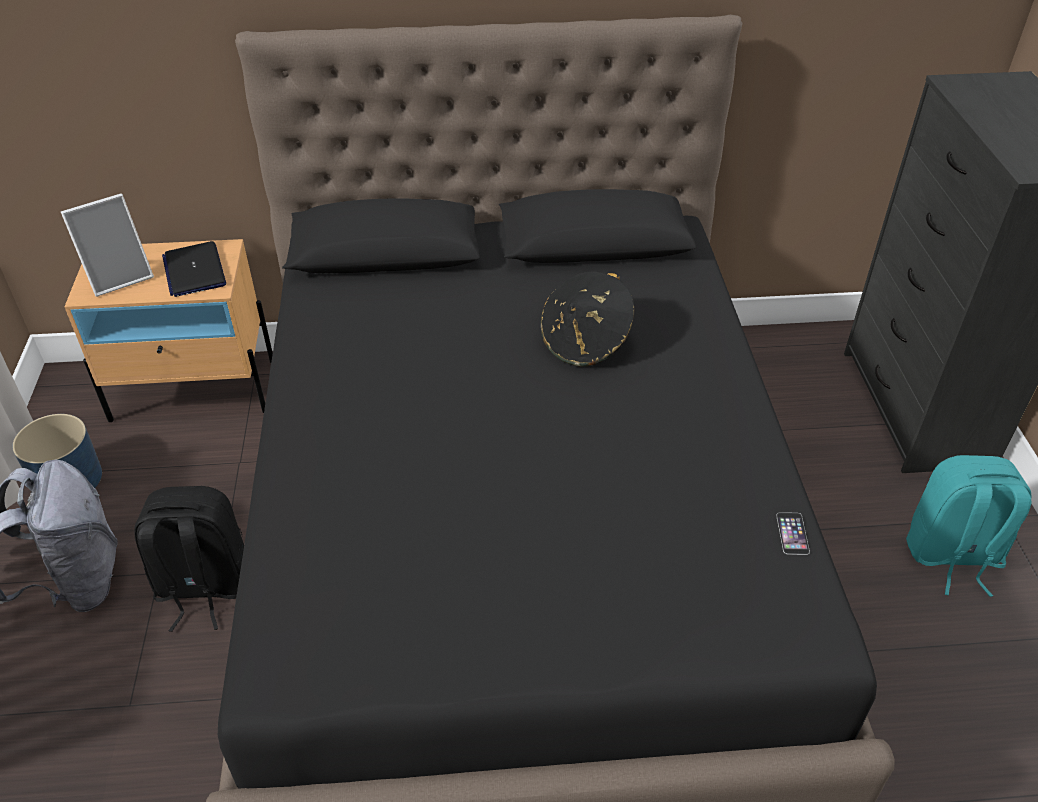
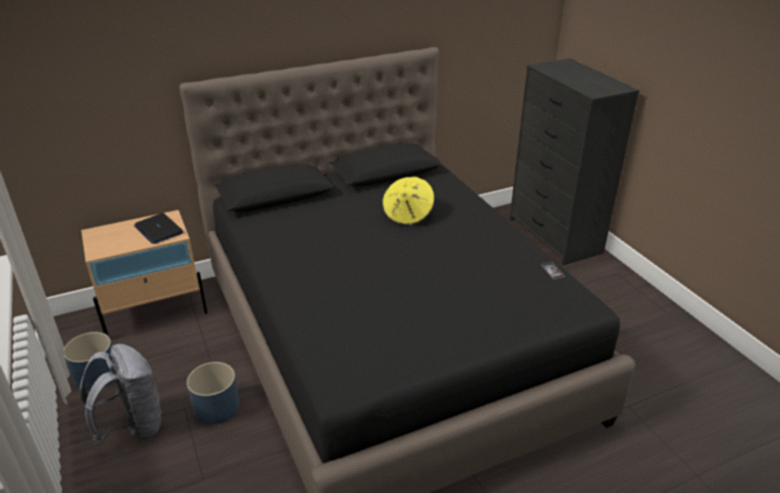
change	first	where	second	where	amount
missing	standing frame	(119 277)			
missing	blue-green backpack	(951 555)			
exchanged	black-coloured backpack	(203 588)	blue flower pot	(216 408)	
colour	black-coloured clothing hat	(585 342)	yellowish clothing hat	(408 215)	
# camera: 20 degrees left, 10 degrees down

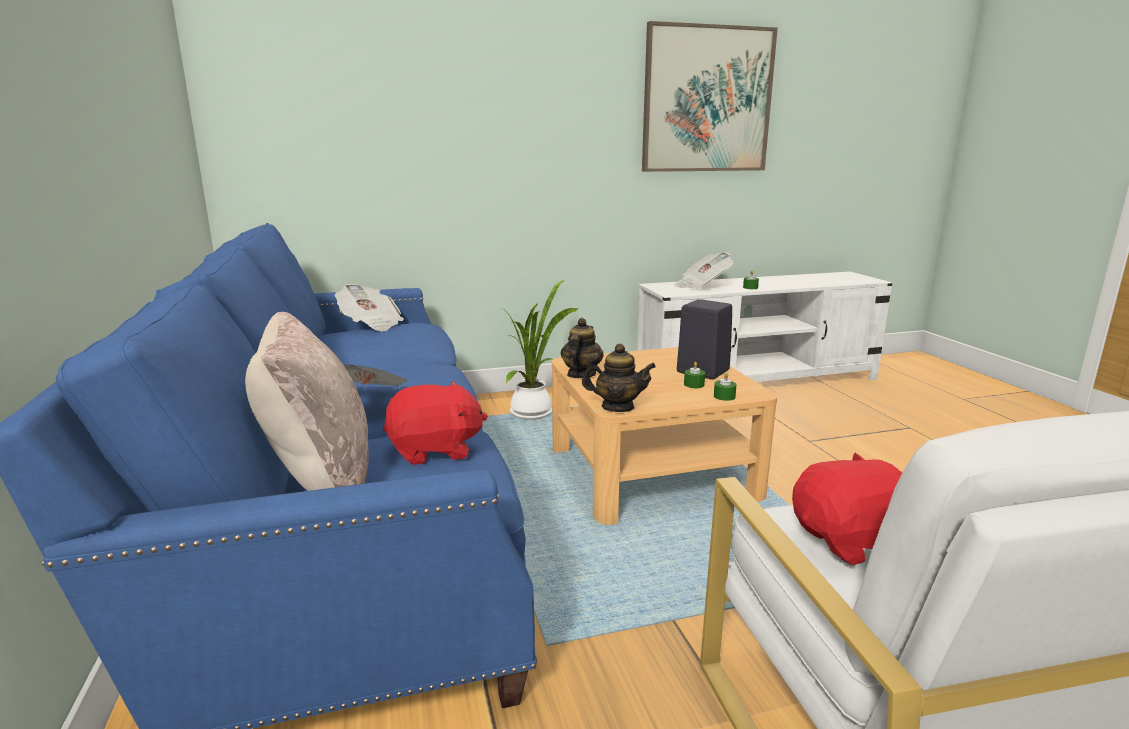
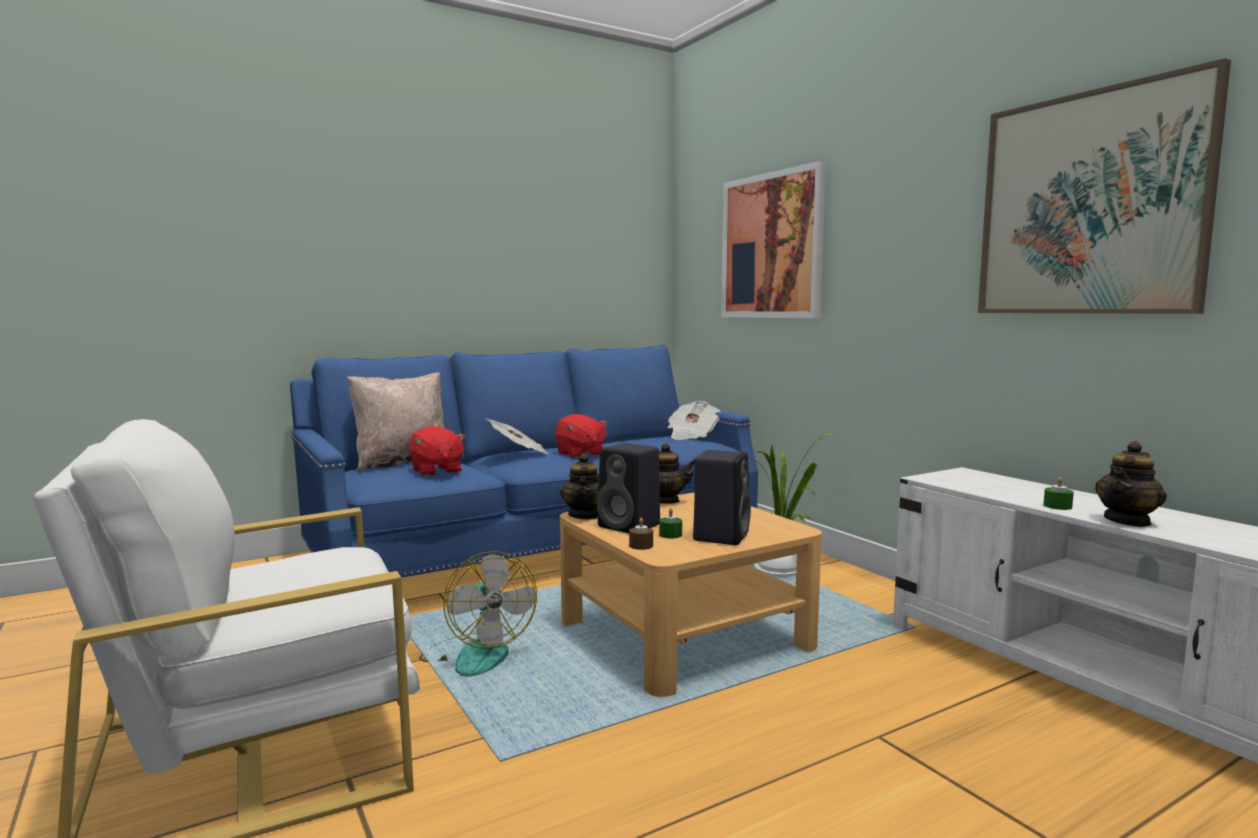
change	first	where	second	where	amount
missing	printed paper	(702 286)			
appeared			electric fan	(476 654)	
appeared			black-coloured audio speaker	(631 526)	
appeared			wall picture	(771 246)	
appeared			teapot	(1128 521)	
relocated	red-coloured cuddly toy	(851 541)		(580 454)	
colour	greenish wax candle	(724 396)	brown wax candle	(641 545)	
# camera: 75 degrees right, 10 degrees down

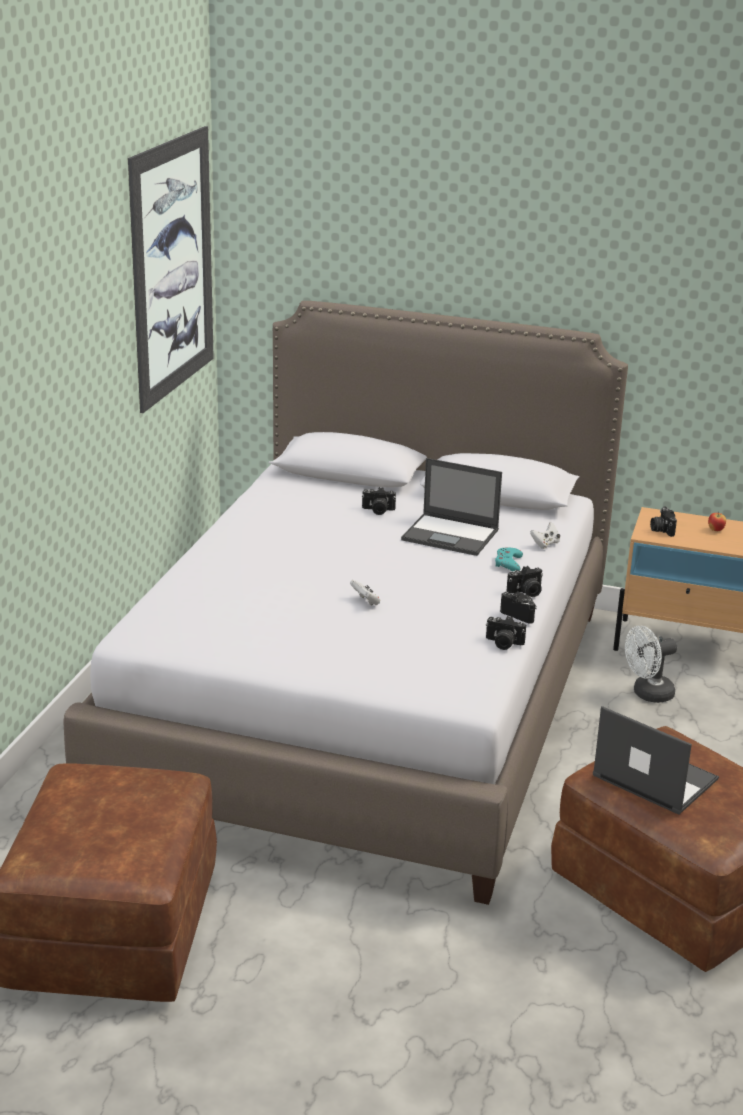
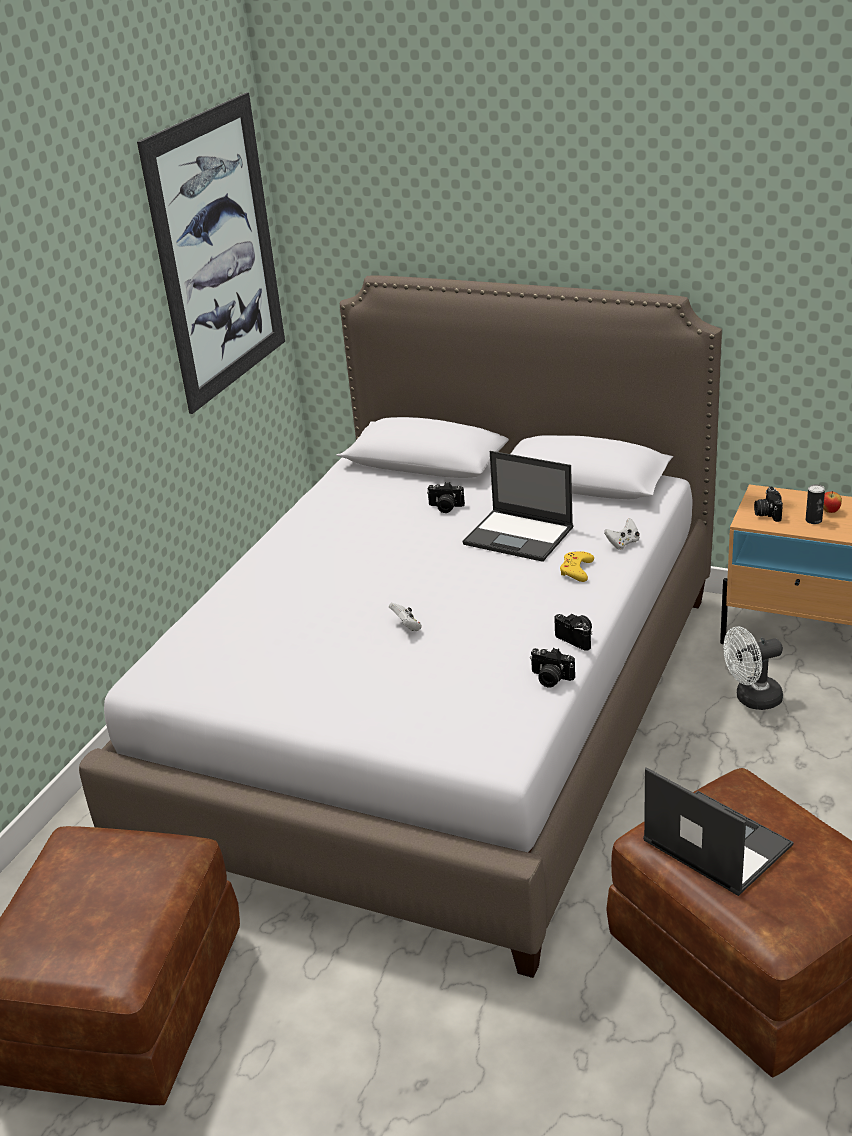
change	first	where	second	where	amount
missing	still camera	(526 592)			
appeared			sealed can	(813 520)	
colour	blue-green gamepad	(508 563)	yellowish gamepad	(576 570)	
# camera: 10 degrees right, 5 degrees up

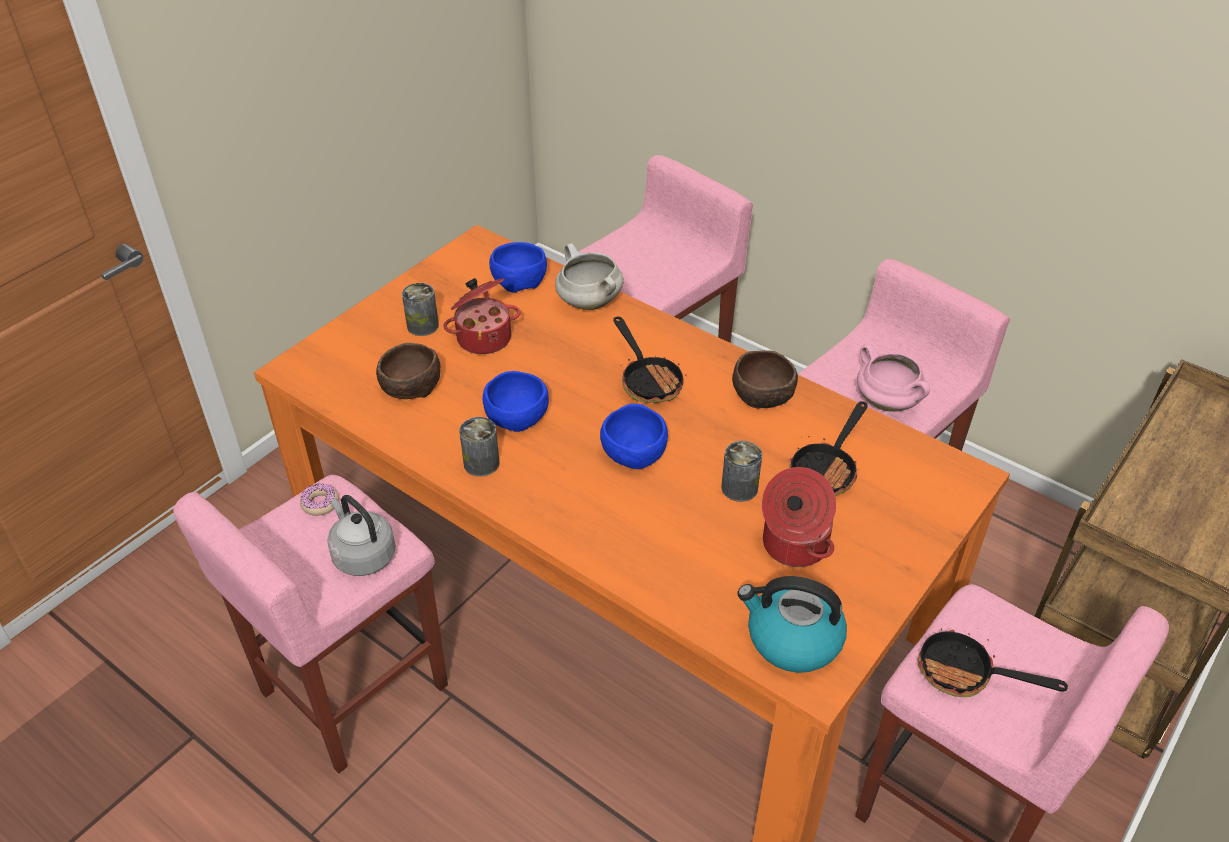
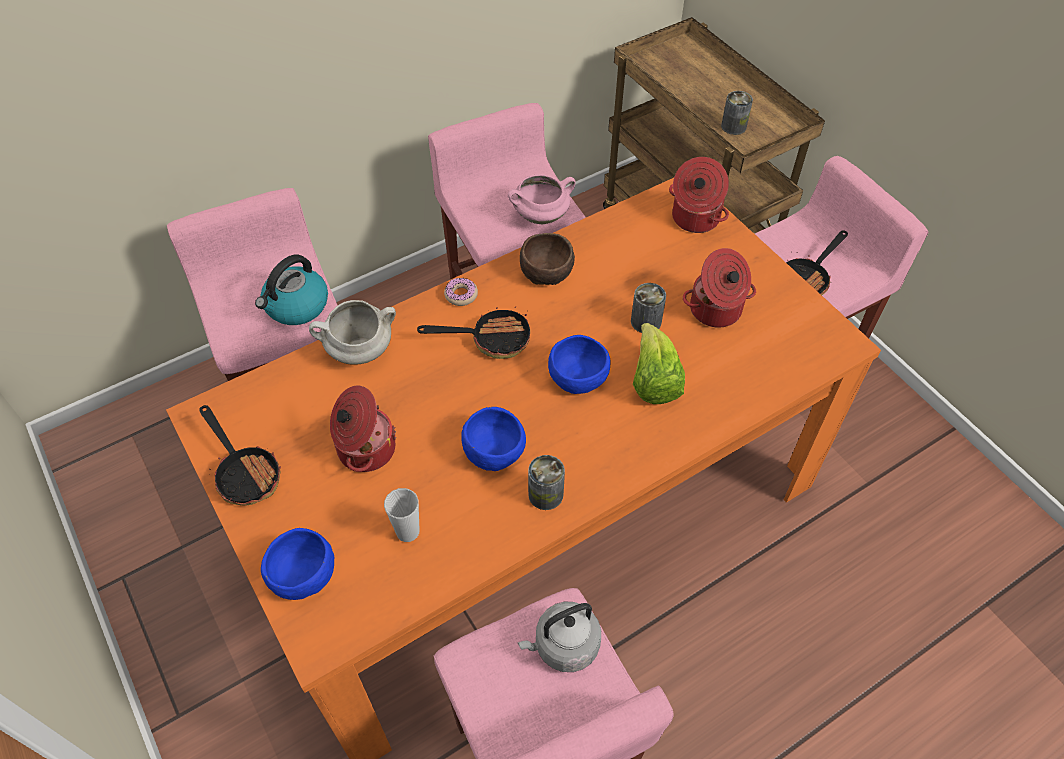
change	first	where	second	where	amount
appeared			lettuce head	(653 381)	
appeared			saucepot	(694 218)	
relocated	ring doughnut	(320 503)		(461 295)	
relocated	sealed can	(423 326)		(733 126)	
relocated	blue deep dish	(518 280)		(301 575)	
relocated	kettle	(792 639)		(296 306)	
relocated	pan	(827 469)		(245 472)	
exchanged	brown deep dish	(409 387)	cup	(408 532)	
# camera: 70 degrees left, 10 degrees up

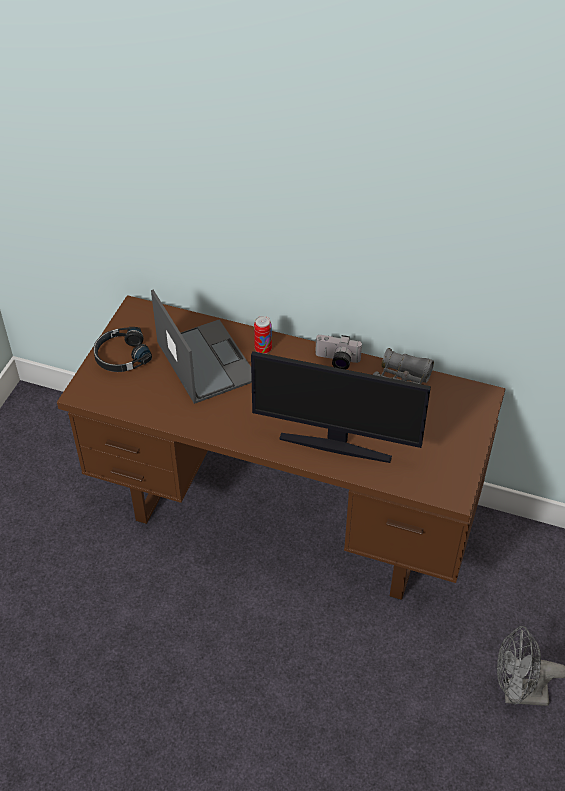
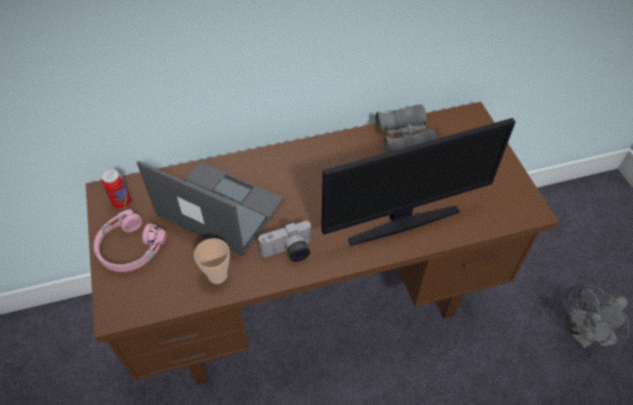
change	first	where	second	where	amount
appeared			cup	(217 275)	
relocated	sealed can	(263 349)		(122 202)	
relocated	still camera	(336 361)		(288 252)	
colour	black-coloured pair of headphones	(121 356)	pink pair of headphones	(129 248)	
# camera: 35 degrees left, 5 degrees up

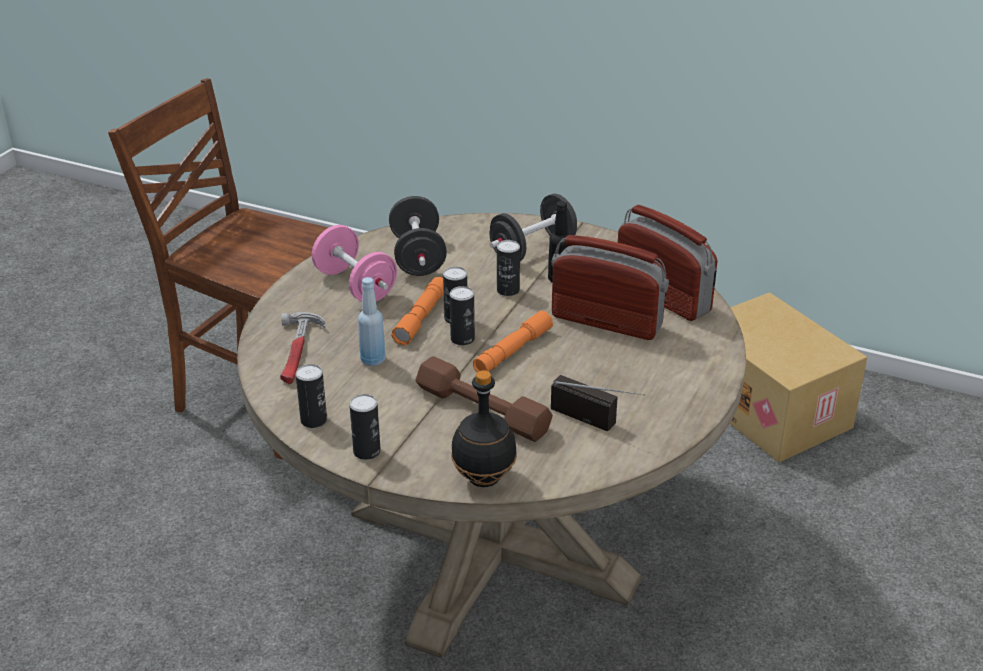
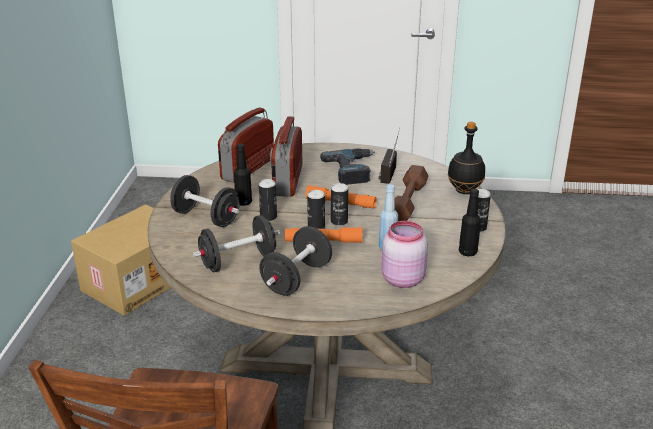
change	first	where	second	where	amount
appeared			electric drill	(353 170)	
exchanged	tool hammer	(298 352)	pink storage jar	(401 279)	
exchanged	sealed can	(313 420)	black-coloured bottle	(467 252)	
colour	pink free weight	(355 286)	black-coloured free weight	(296 278)	
# camera: 110 degrees left, 5 degrees down

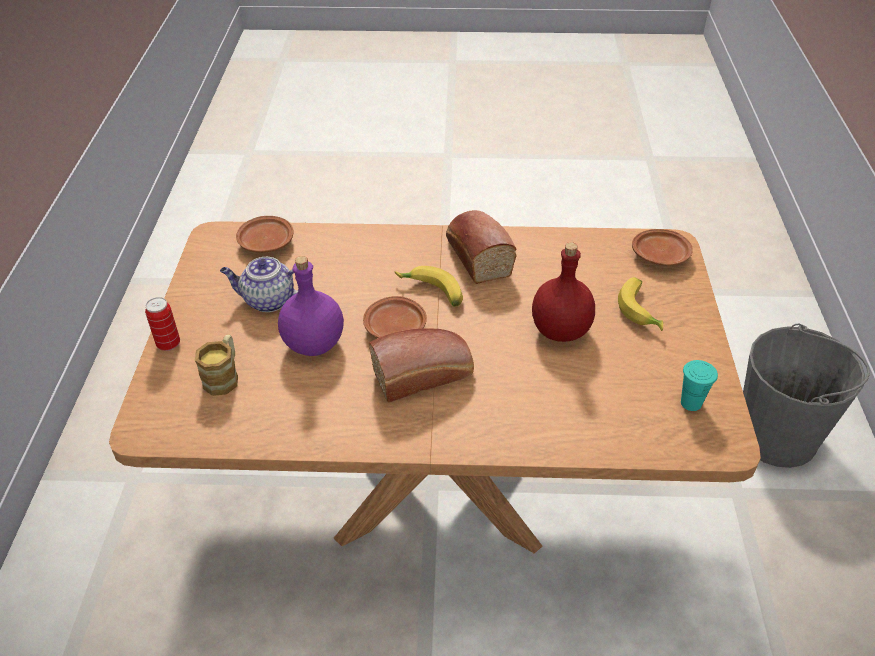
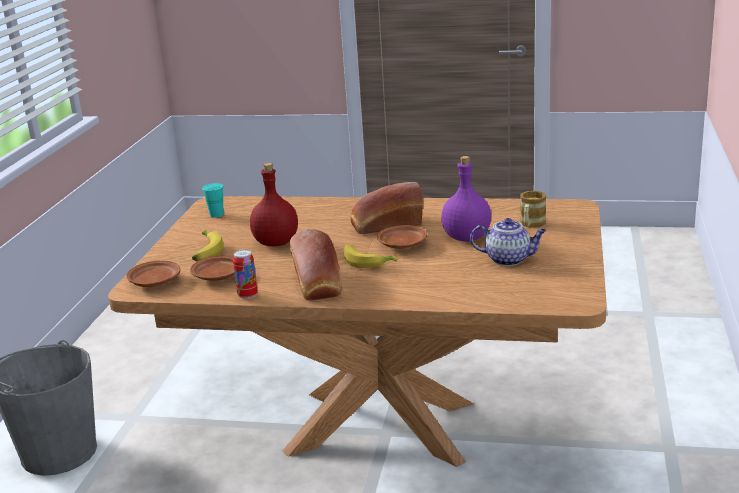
change	first	where	second	where	amount
relocated	sealed can	(168 344)		(247 295)	
relocated	brown plate	(266 242)		(218 277)	
# camera: 170 degrees left, 20 degrees down

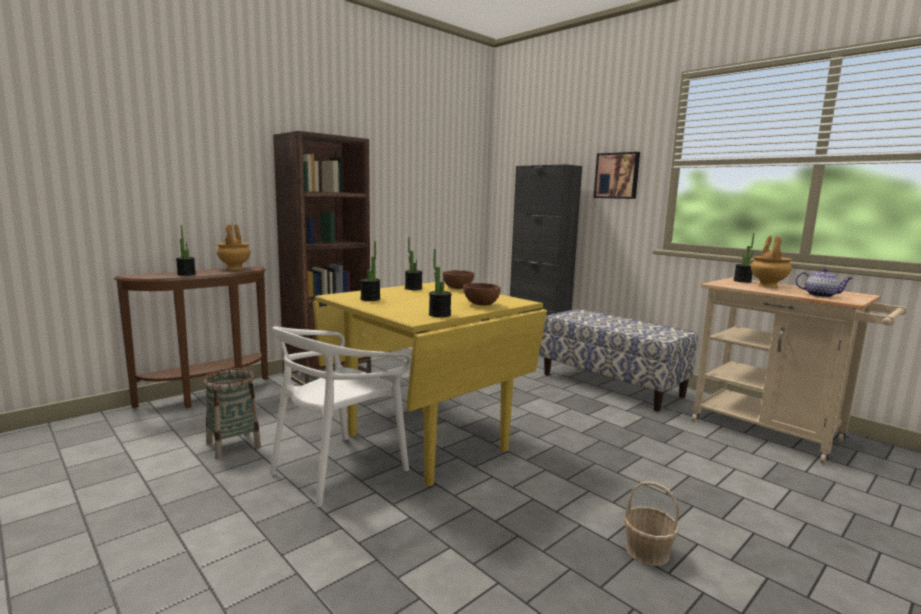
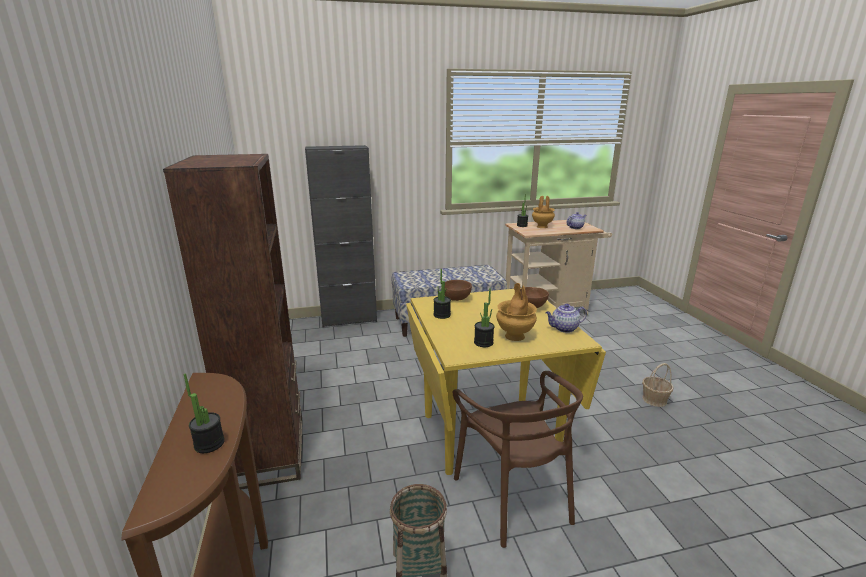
change	first	where	second	where	amount
missing	wall picture	(617 175)			
relocated	brown decorative vase	(234 269)		(515 336)	
exchanged	plant in a pot	(439 314)	teapot	(564 328)	
colour	white chair	(339 469)	brown chair	(513 497)	
# camera: 60 degrees left, 10 degrees up

